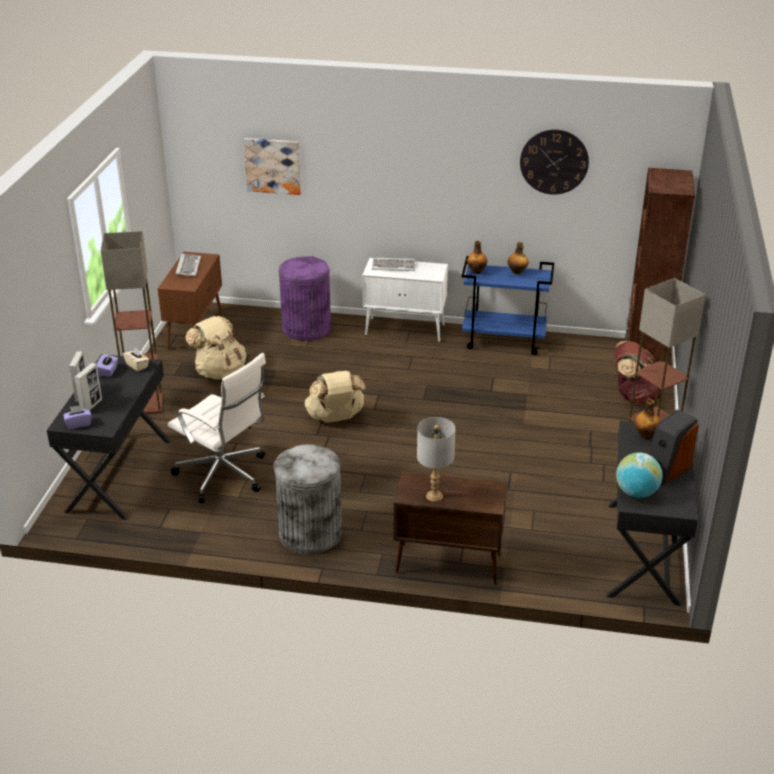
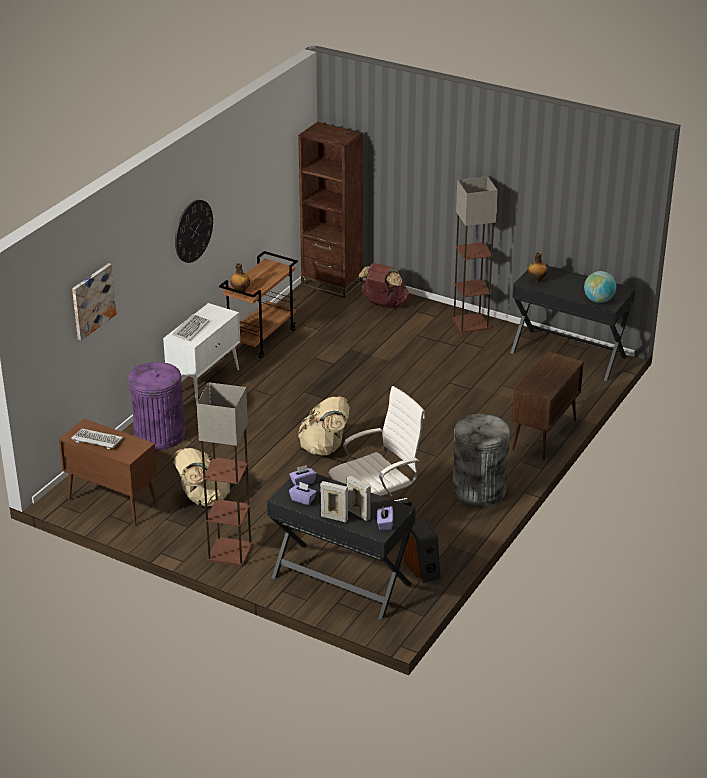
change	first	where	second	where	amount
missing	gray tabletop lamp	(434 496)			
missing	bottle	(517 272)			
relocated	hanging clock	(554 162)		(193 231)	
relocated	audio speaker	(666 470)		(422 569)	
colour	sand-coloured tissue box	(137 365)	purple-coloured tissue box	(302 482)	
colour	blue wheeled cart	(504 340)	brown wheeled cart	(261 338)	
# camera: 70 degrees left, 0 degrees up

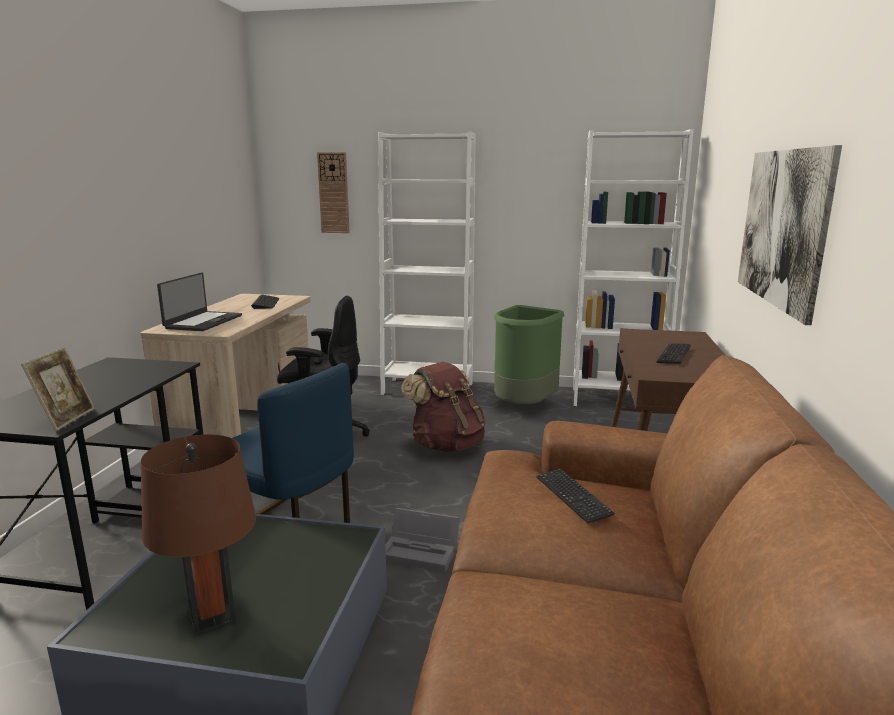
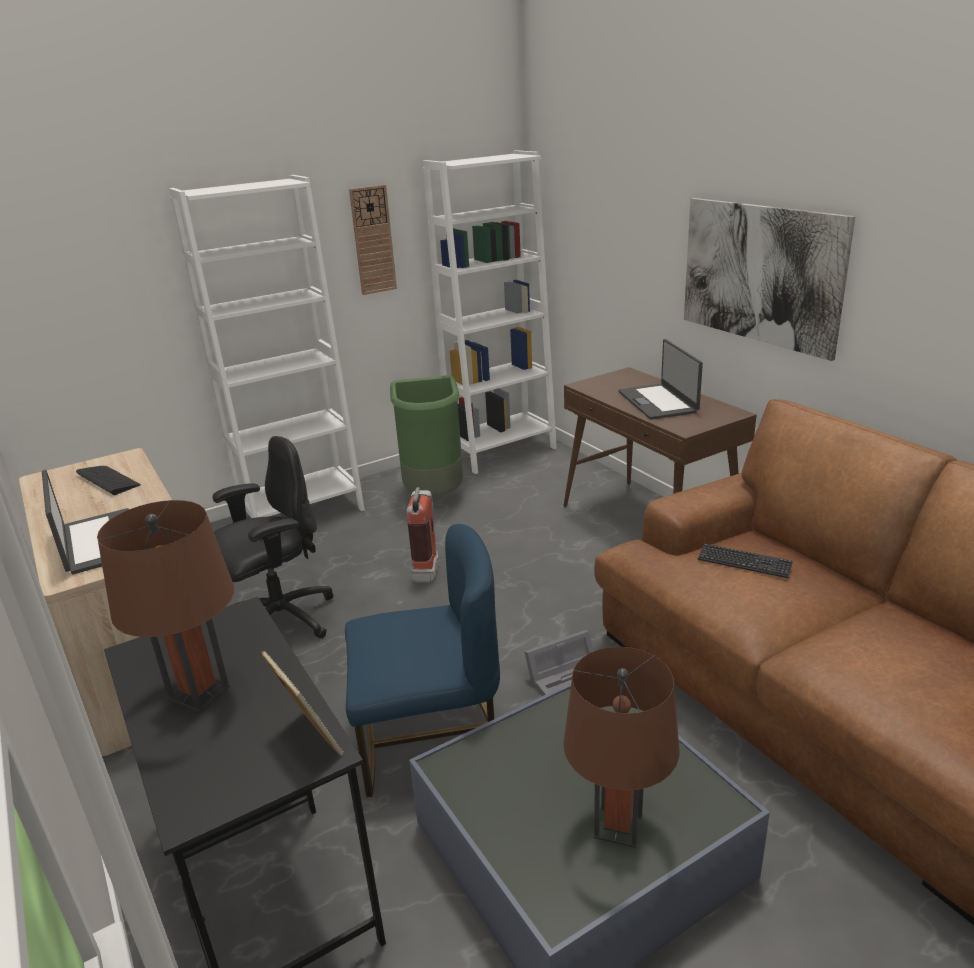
change	first	where	second	where	amount
appeared			brown tabletop lamp	(198 693)	
relocated	hanging clock	(333 193)		(373 240)	
exchanged	brown backpack	(446 445)	extinguisher	(427 568)	
exchanged	computer keyboard	(674 355)	laptop	(658 402)	
# camera: 40 degrees left, 10 degrees up

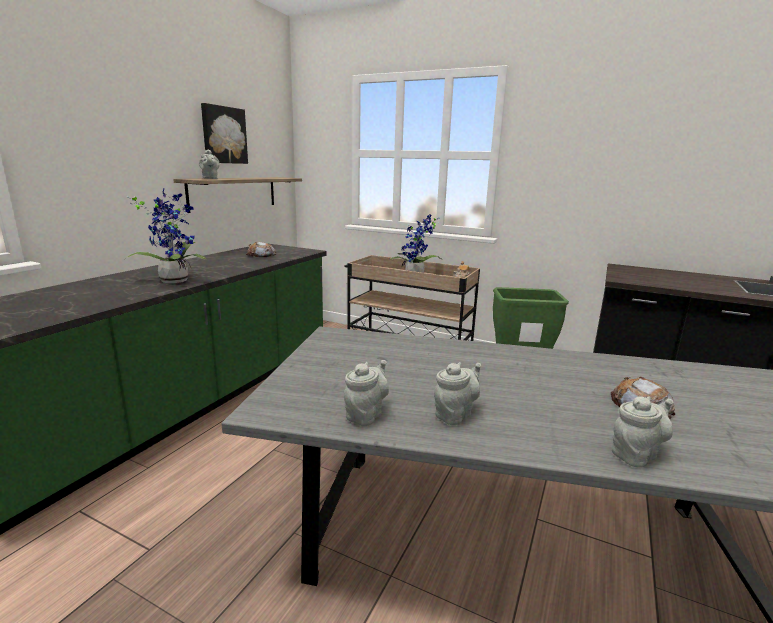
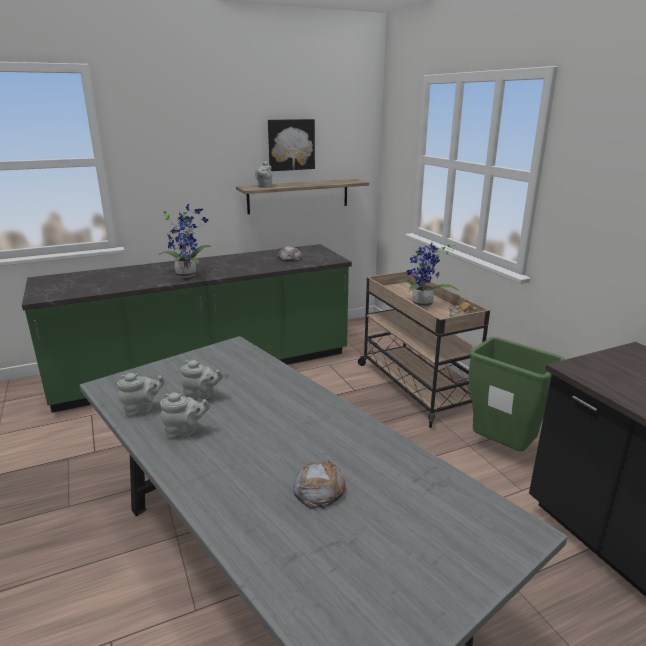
change	first	where	second	where	amount
relocated	gray teapot	(636 454)		(202 397)	
# camera: 40 degrees right, 5 degrees up

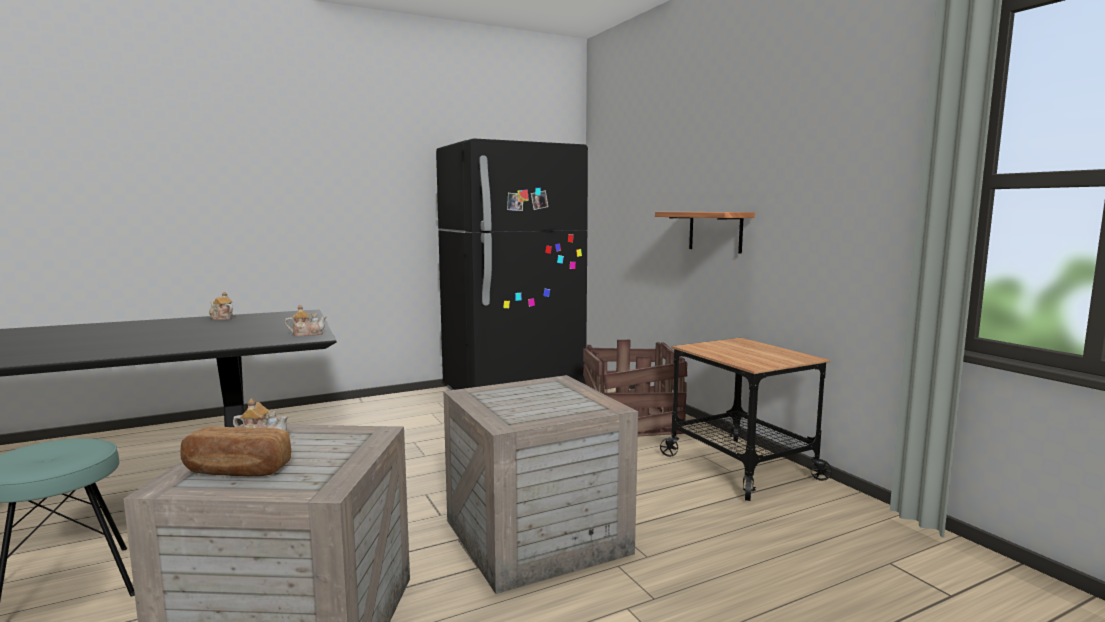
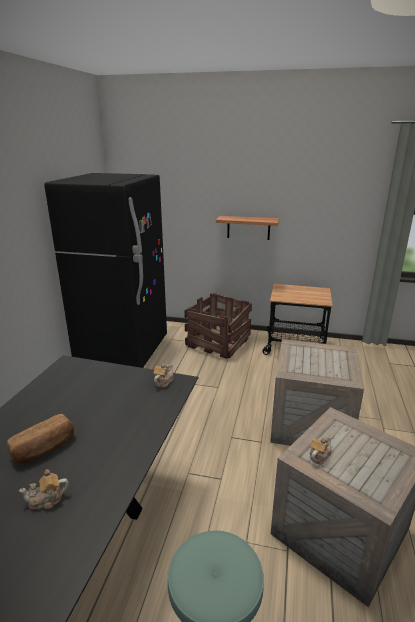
change	first	where	second	where	amount
relocated	bread	(236 471)		(44 448)	
relocated	teapot	(221 318)		(46 500)	
# camera: 50 degrees left, 15 degrees up

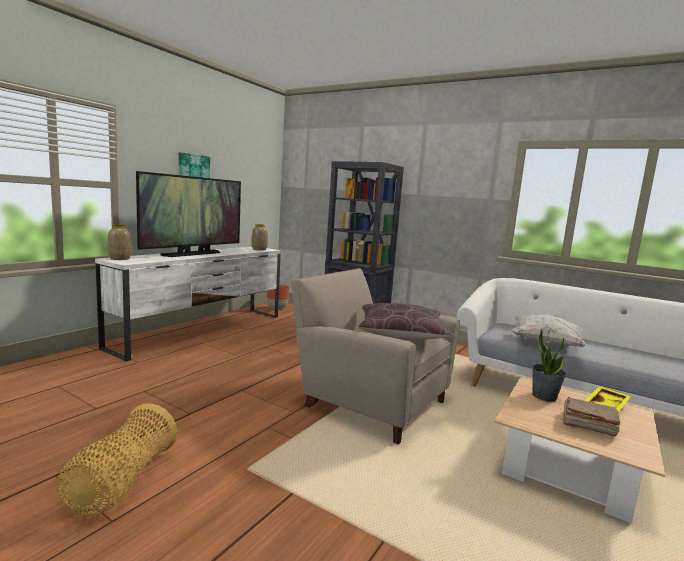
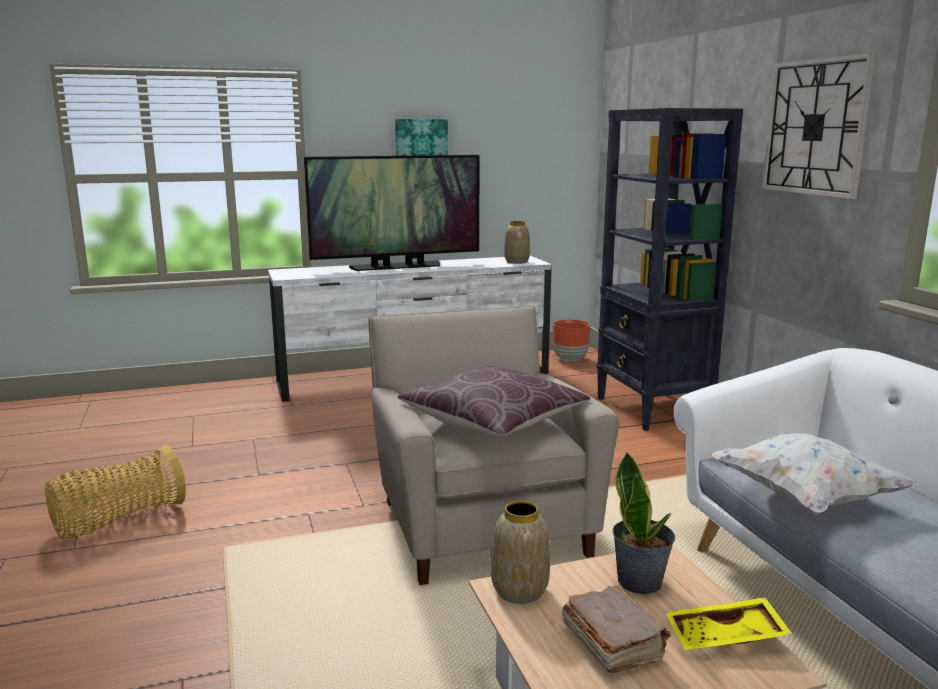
change	first	where	second	where	amount
appeared			hanging clock	(815 127)	
relocated	decorative vase	(120 259)		(519 591)	
# camera: 40 degrees right, 5 degrees up

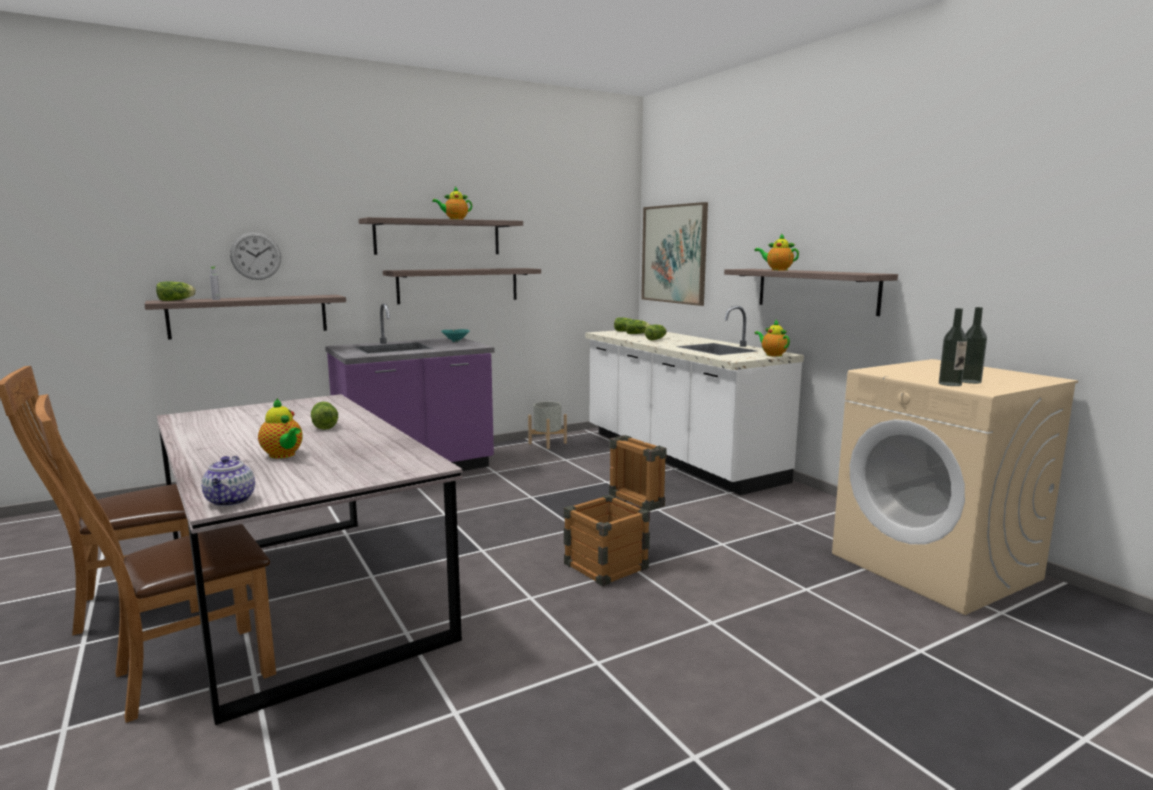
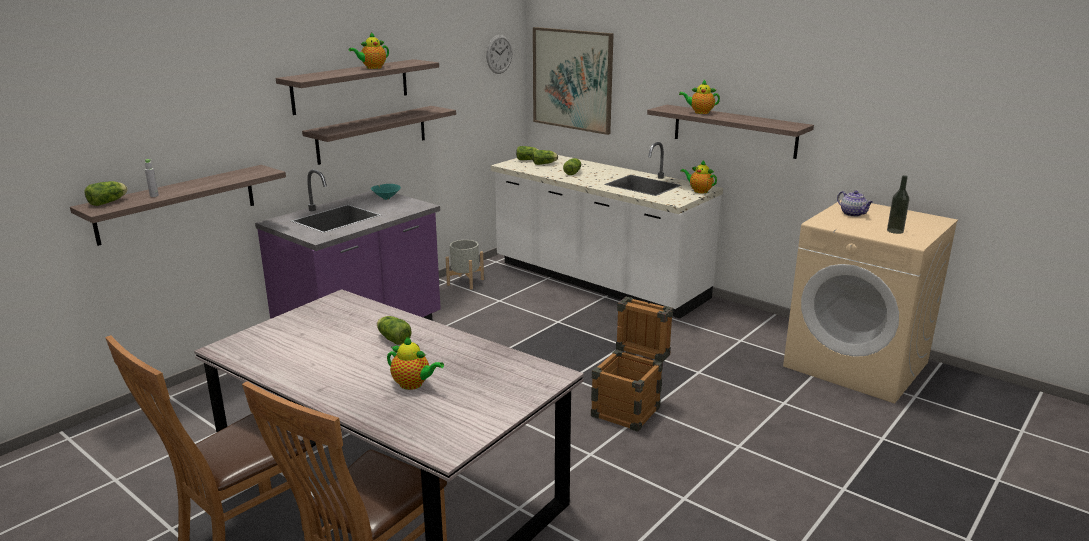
change	first	where	second	where	amount
missing	bottle	(950 384)			
relocated	teapot	(231 501)		(853 214)	
relocated	hanging clock	(256 256)		(499 54)	
# camera: 20 degrees left, 10 degrees up

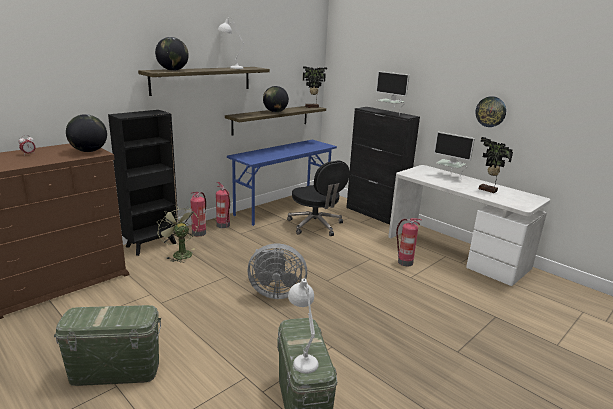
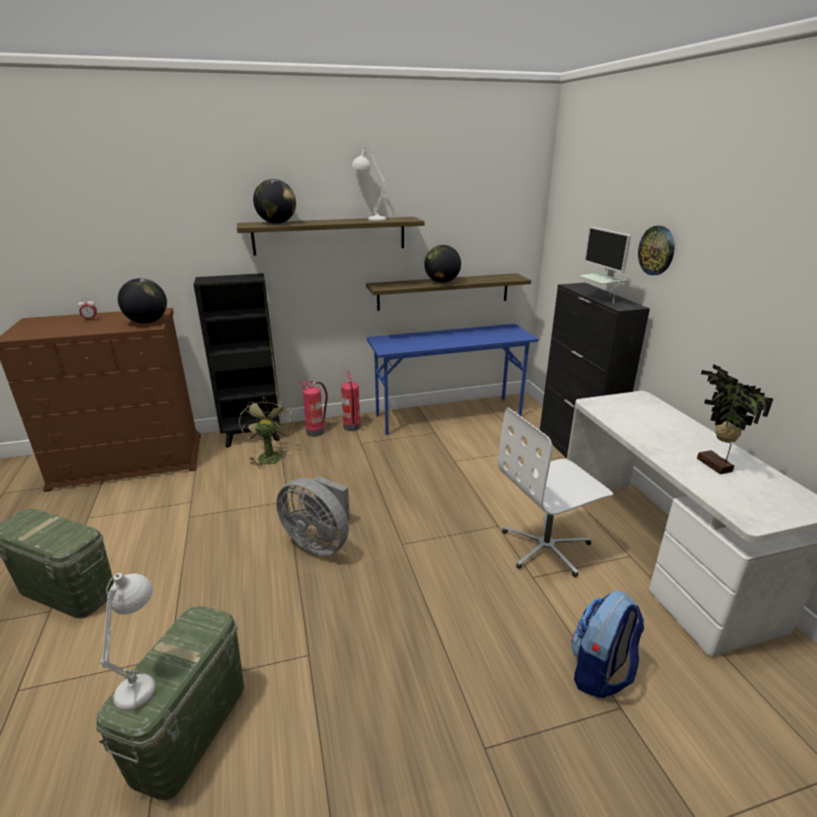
change	first	where	second	where	amount
missing	black-coloured computer chair	(316 225)			
missing	plant in a pot	(312 107)			
missing	monitor	(449 176)			
appeared			backpack	(600 672)	
relocated	hanging clock	(491 111)		(657 250)	
exchanged	extinguisher	(404 262)	white computer chair	(546 547)	
# camera: 30 degrees right, 5 degrees up

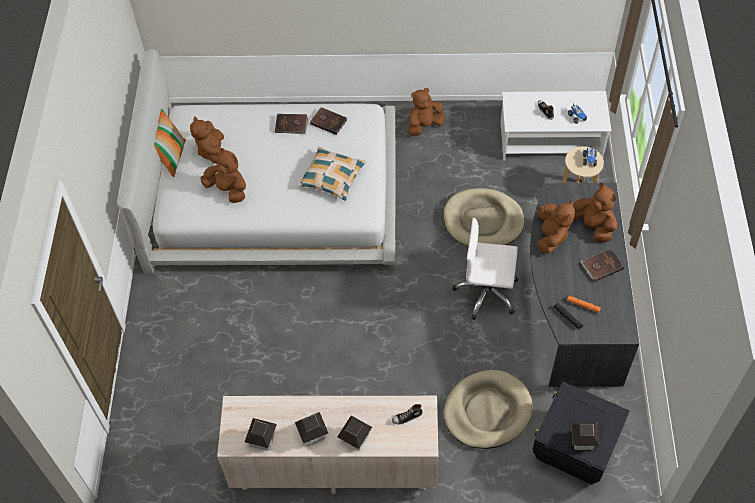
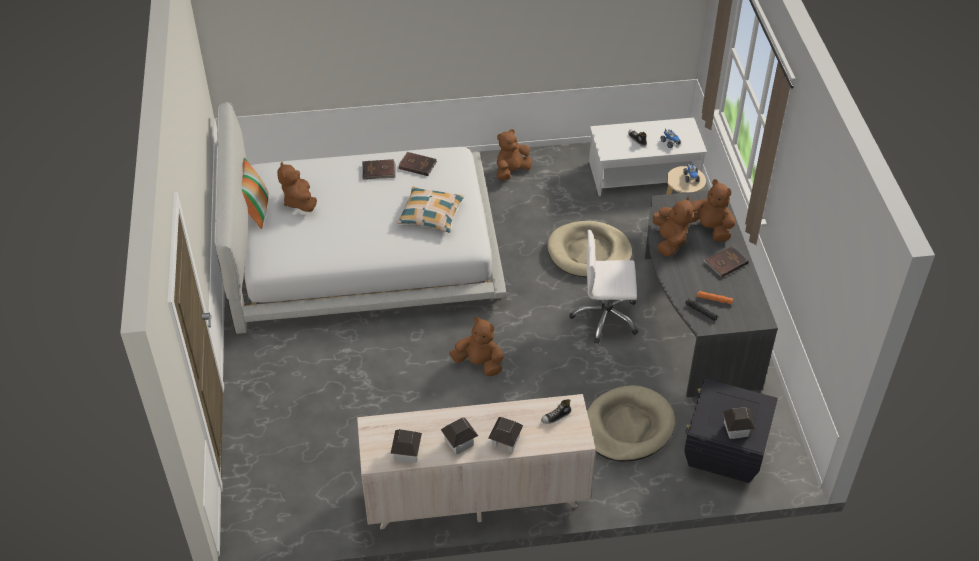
change	first	where	second	where	amount
relocated	brown cuddly toy	(228 189)		(479 363)	
# camera: 10 degrees left, 10 degrees down

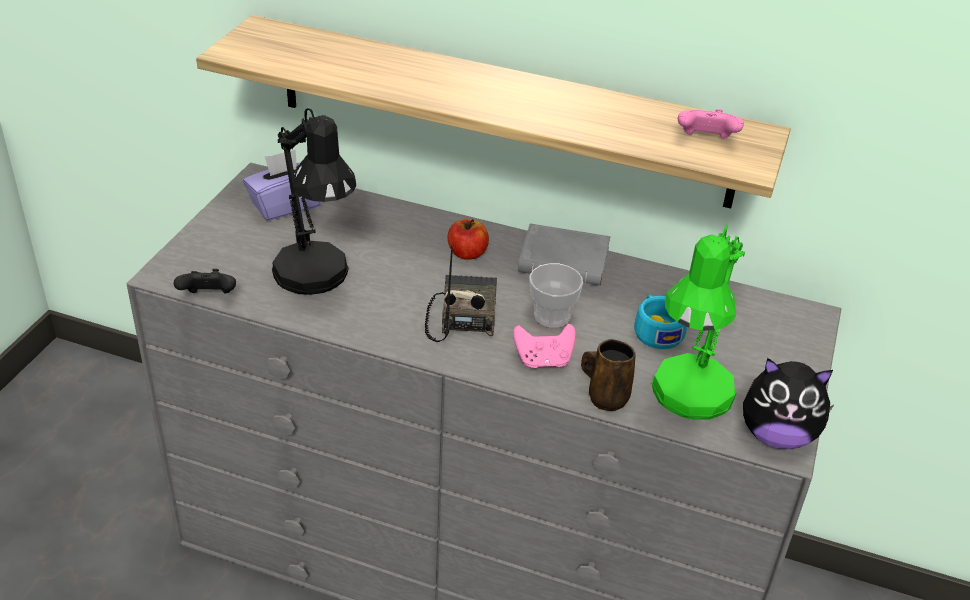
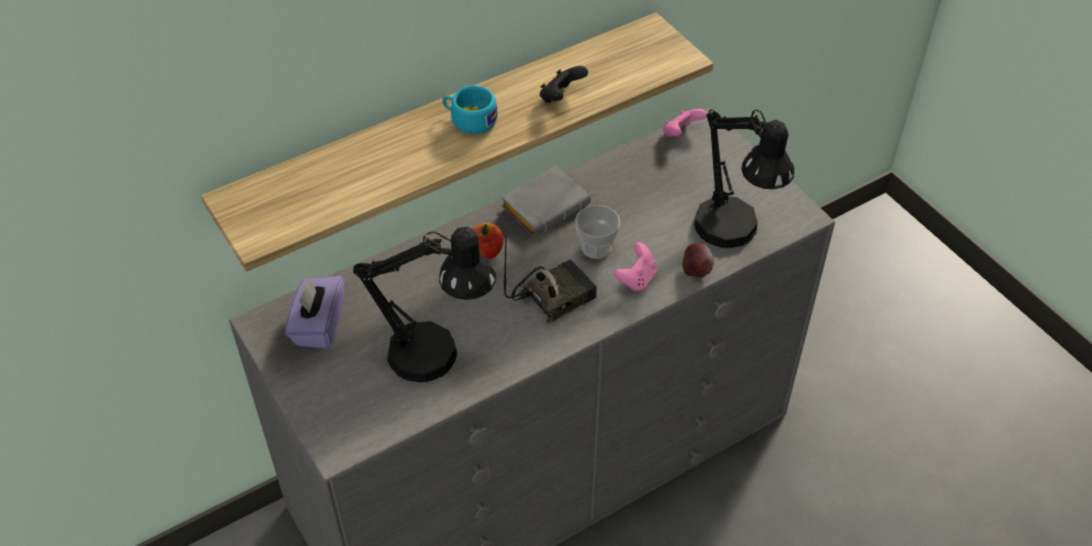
change	first	where	second	where	amount
missing	cuddly toy	(777 435)			
relocated	black-coloured gamepad	(209 297)		(561 97)	
relocated	blue-green cup	(656 331)		(469 119)	
relocated	pink gamepad	(705 141)		(681 133)	
exchanged	brown tea mug	(605 397)	whole apple	(696 270)	
colour	greenish tabletop lamp	(687 402)	black-coloured tabletop lamp	(733 234)	
spun	radio receiver	(462 316)		(553 295)	105 degrees clockwise
# camera: 50 degrees left, 10 degrees up

